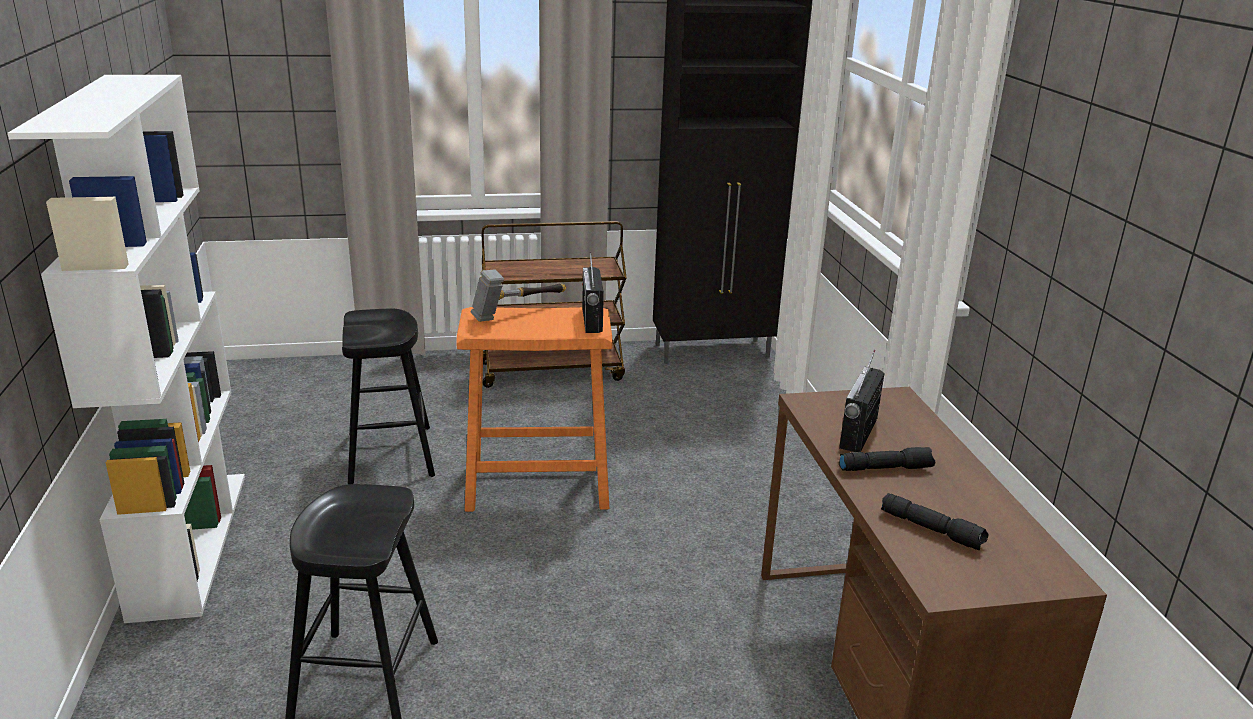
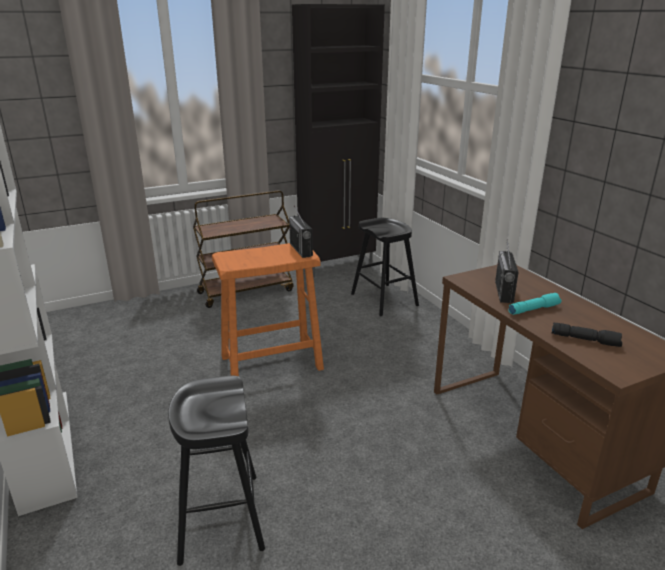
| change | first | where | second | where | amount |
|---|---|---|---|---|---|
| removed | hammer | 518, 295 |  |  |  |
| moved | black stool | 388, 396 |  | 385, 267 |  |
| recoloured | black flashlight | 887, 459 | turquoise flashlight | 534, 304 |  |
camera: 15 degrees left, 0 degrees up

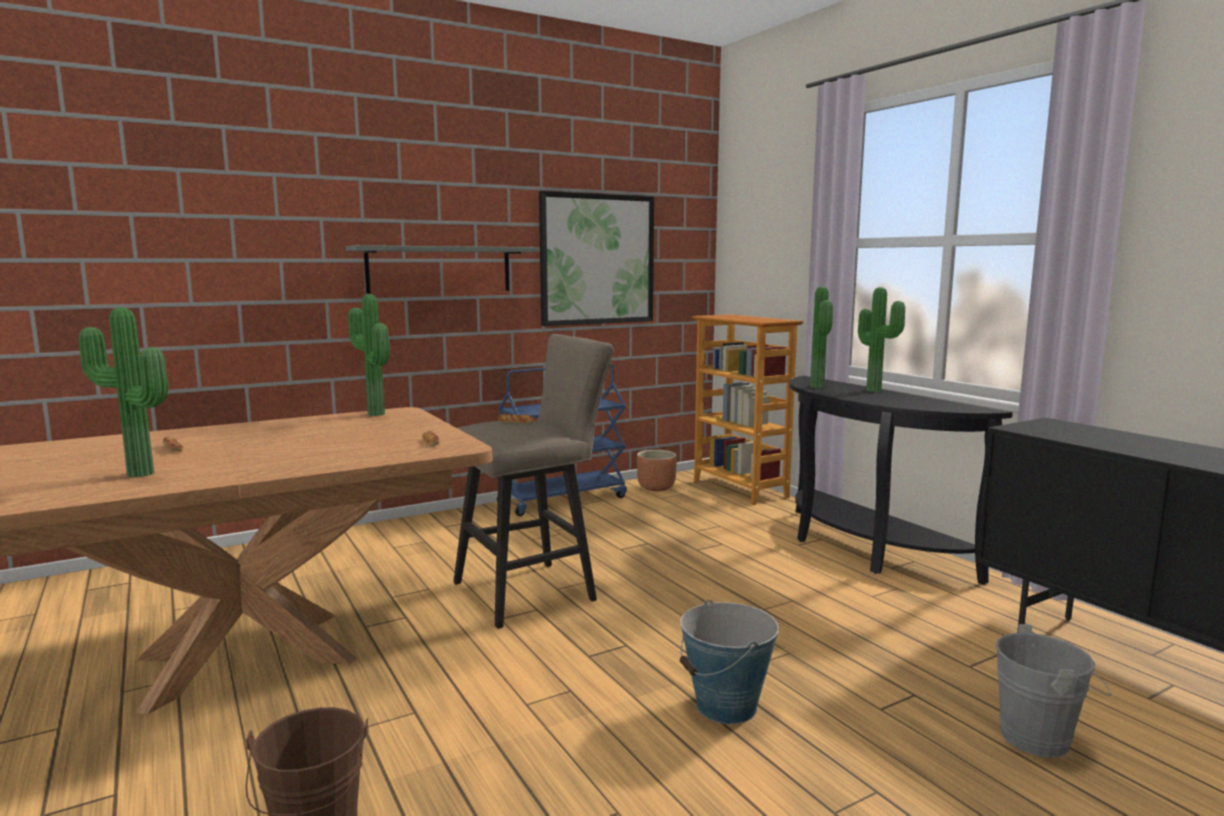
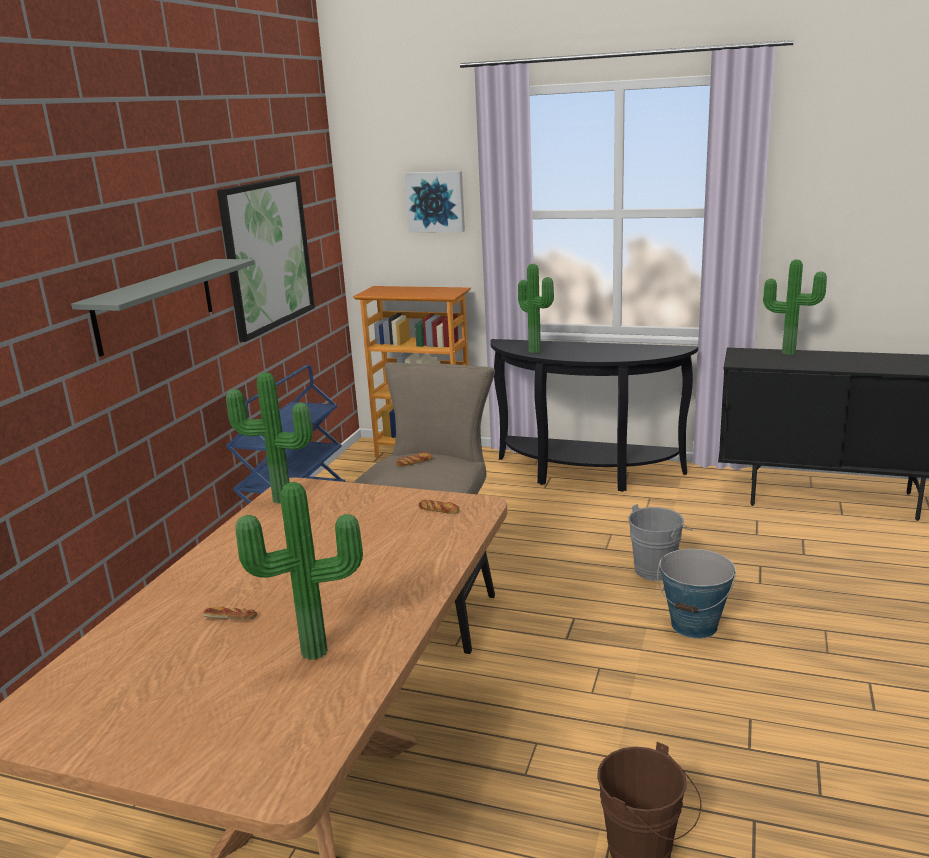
| change | first | where | second | where | amount |
|---|---|---|---|---|---|
| moved | potted plant | 881, 339 |  | 795, 307 |  |
| removed | brown planter | 657, 470 |  |  |  |
| moved | grey bucket | 1053, 691 |  | 660, 542 |  |
| added |  |  | picture | 434, 202 |  |
camera: 40 degrees left, 10 degrees up

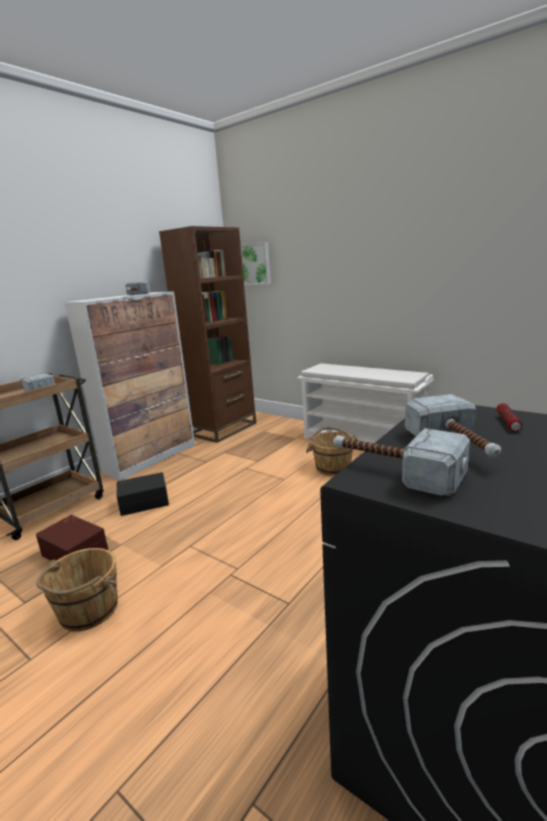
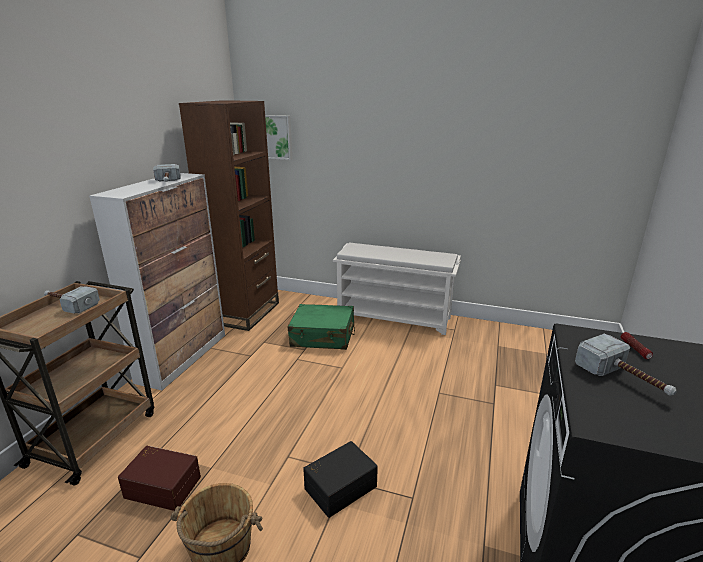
| change | first | where | second | where | amount |
|---|---|---|---|---|---|
| removed | brown bucket | 332, 451 |  |  |  |
| removed | hammer | 401, 462 |  |  |  |
| moved | black storage box | 143, 494 |  | 340, 479 |  |
| added |  |  | green suitcase | 321, 327 |  |
camera: 20 degrees left, 5 degrees up

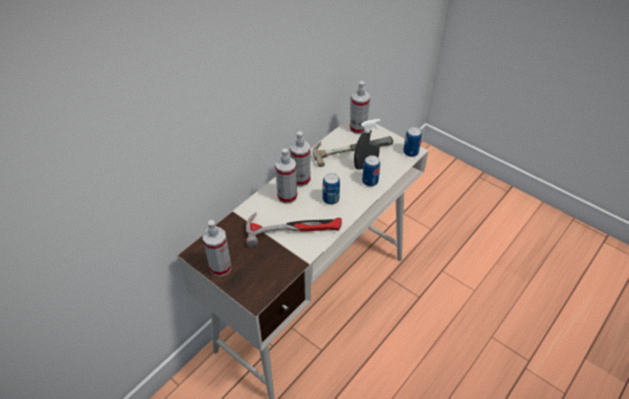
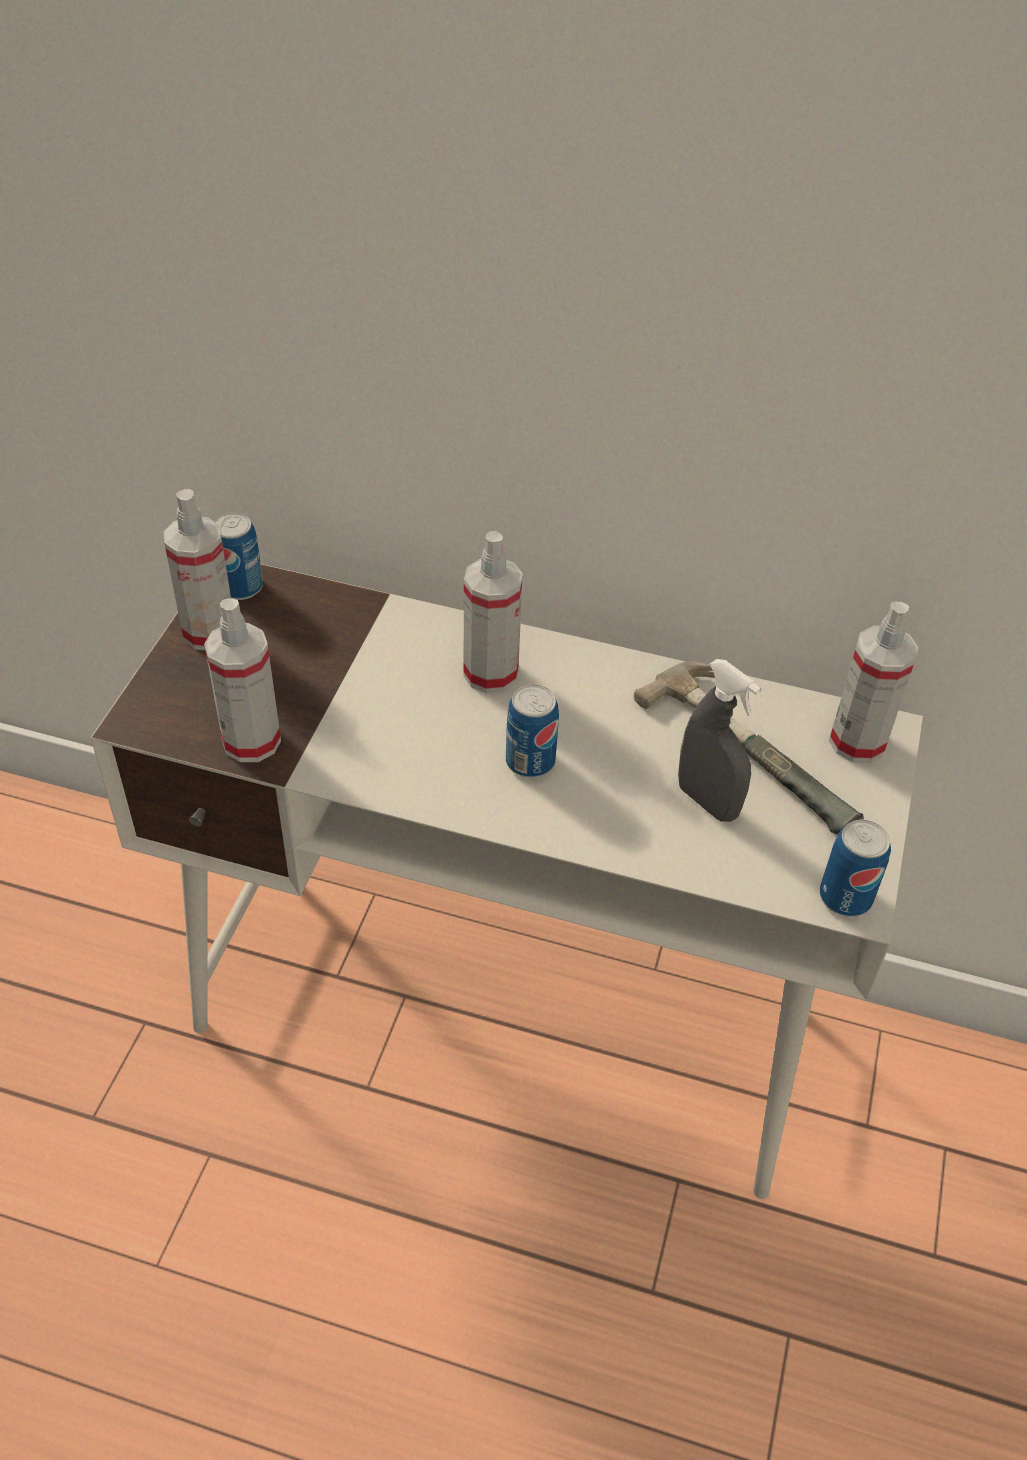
| change | first | where | second | where | amount |
|---|---|---|---|---|---|
| moved | spray bottle | 300, 158 |  | 242, 680 |  |
| moved | can | 371, 170 |  | 238, 556 |  |
| removed | hammer | 294, 229 |  |  |  |
camera: 65 degrees right, 0 degrees up

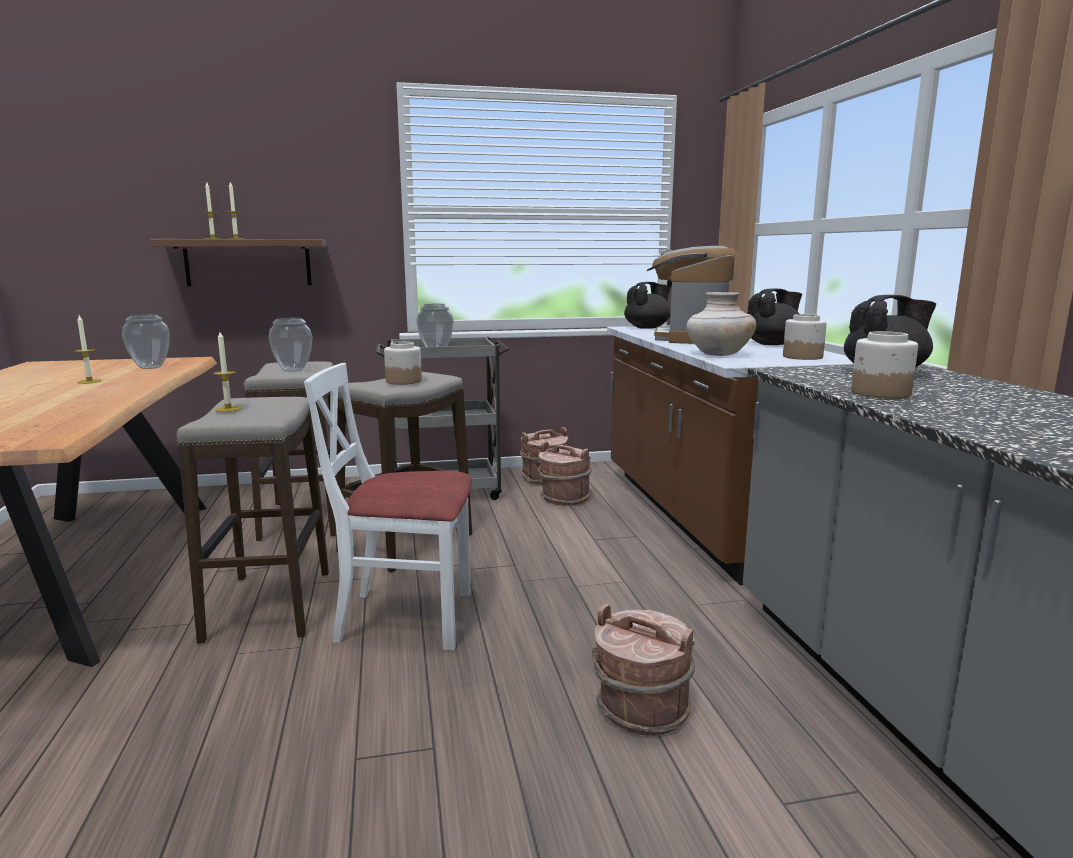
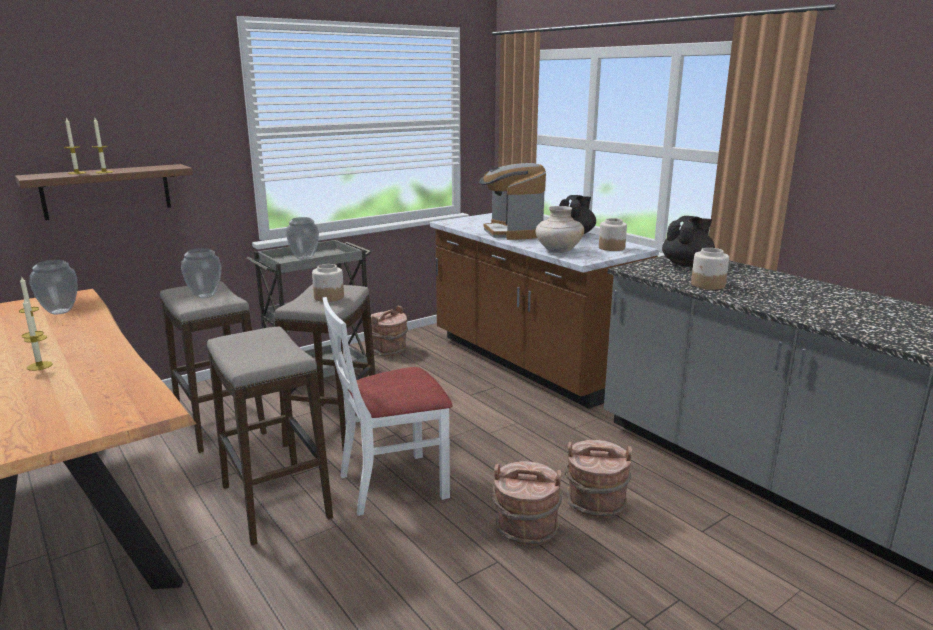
| change | first | where | second | where | amount |
|---|---|---|---|---|---|
| removed | black teapot | 647, 305 |  |  |  |
| moved | candle | 227, 372 |  | 37, 334 |  |
| moved | brown bucket | 565, 473 |  | 526, 503 |  |
camera: 25 degrees left, 5 degrees up

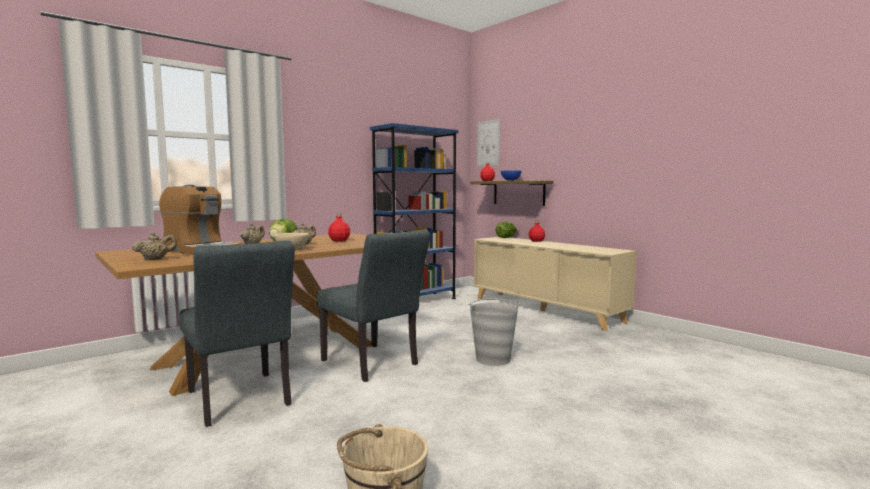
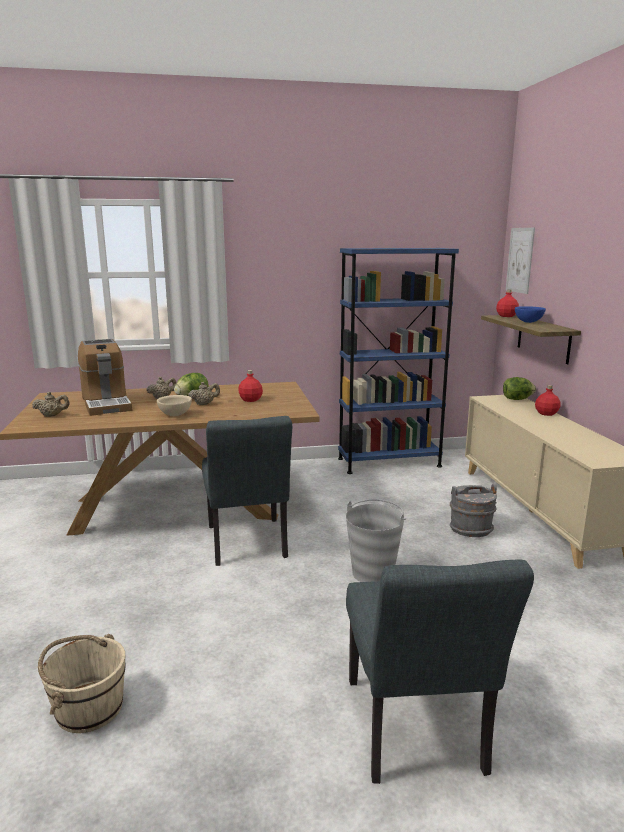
| change | first | where | second | where | amount |
|---|---|---|---|---|---|
| moved | grey chair | 237, 333 |  | 440, 671 |  |
| added |  |  | grey bucket | 473, 510 |  |
camera: 30 degrees right, 10 degrees up

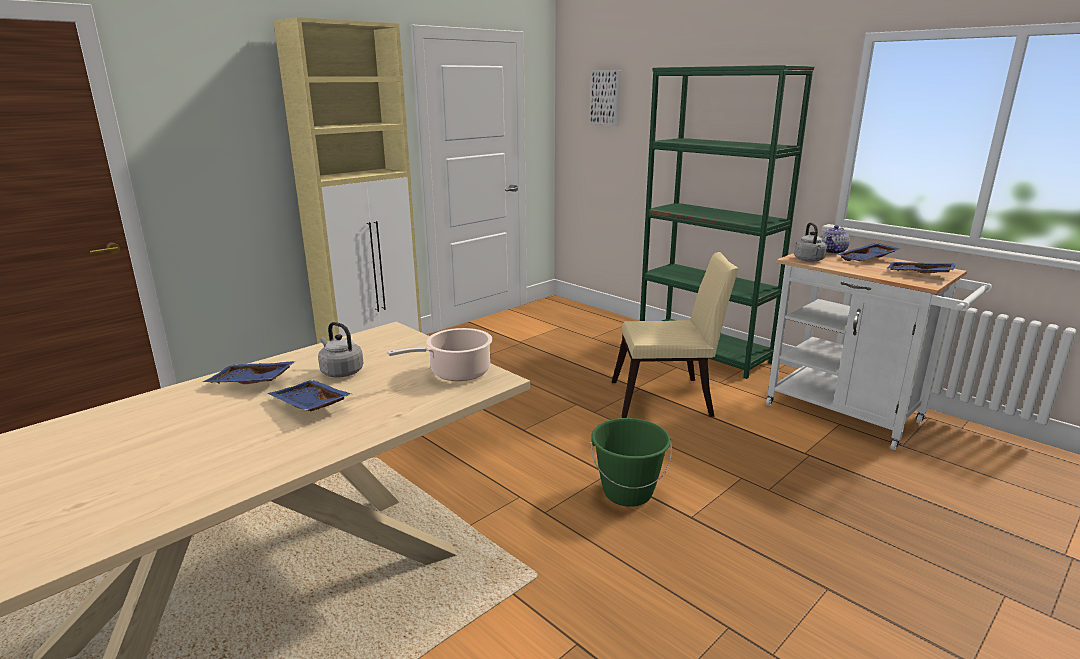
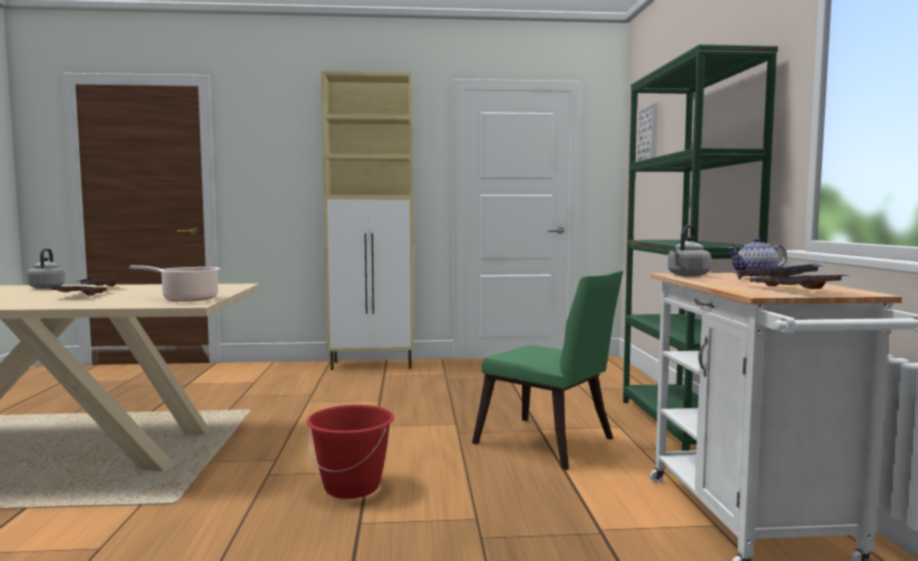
| change | first | where | second | where | amount |
|---|---|---|---|---|---|
| recoloured | beige chair | 675, 335 | green chair | 547, 370 |  |
| moved | grey kettle | 340, 350 |  | 46, 268 |  |
| recoloured | green bucket | 631, 462 | red bucket | 350, 452 |  |
camera: 40 degrees right, 15 degrees down

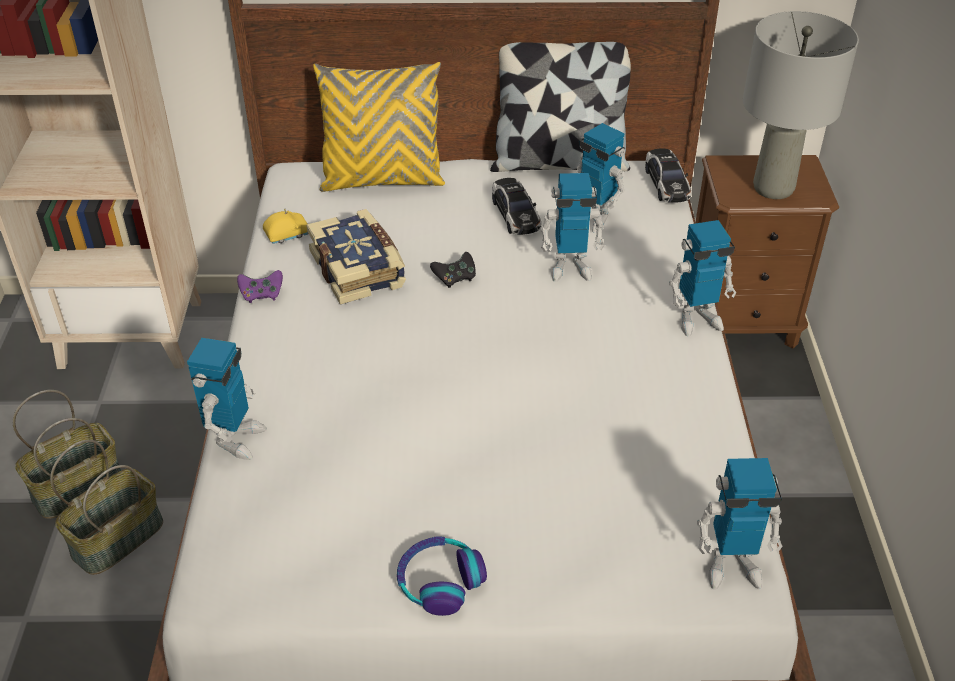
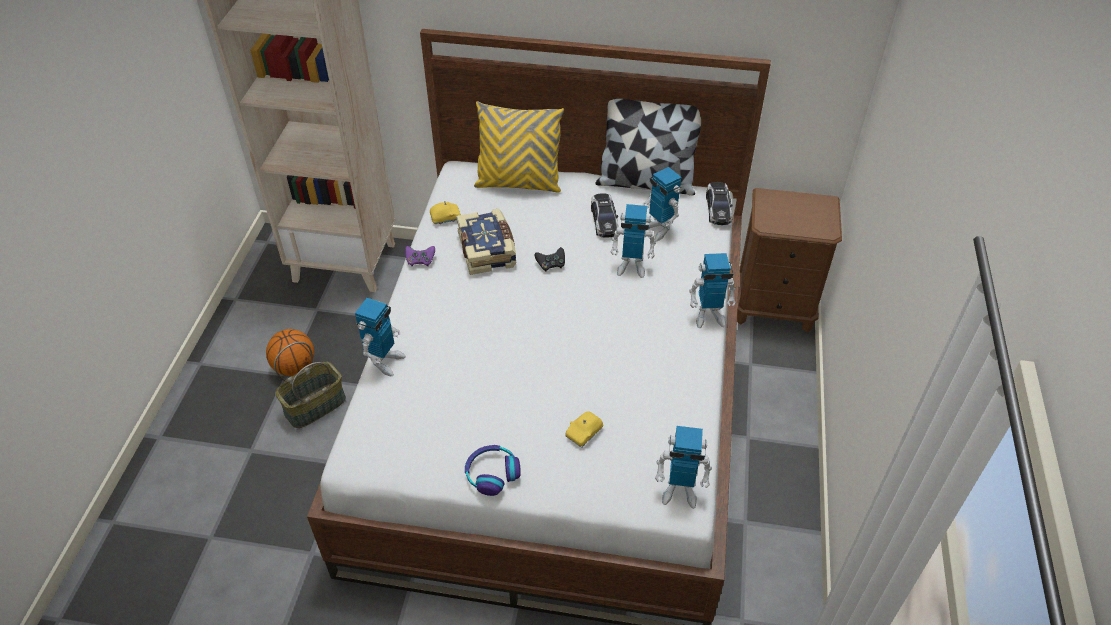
| change | first | where | second | where | amount |
|---|---|---|---|---|---|
| removed | grey table lamp | 801, 105 |  |  |  |
| replaced | basket | 67, 454 | basketball | 290, 352 |  |
| added |  |  | yellow toy car | 584, 429 |  |
camera: 10 degrees right, 5 degrees up

